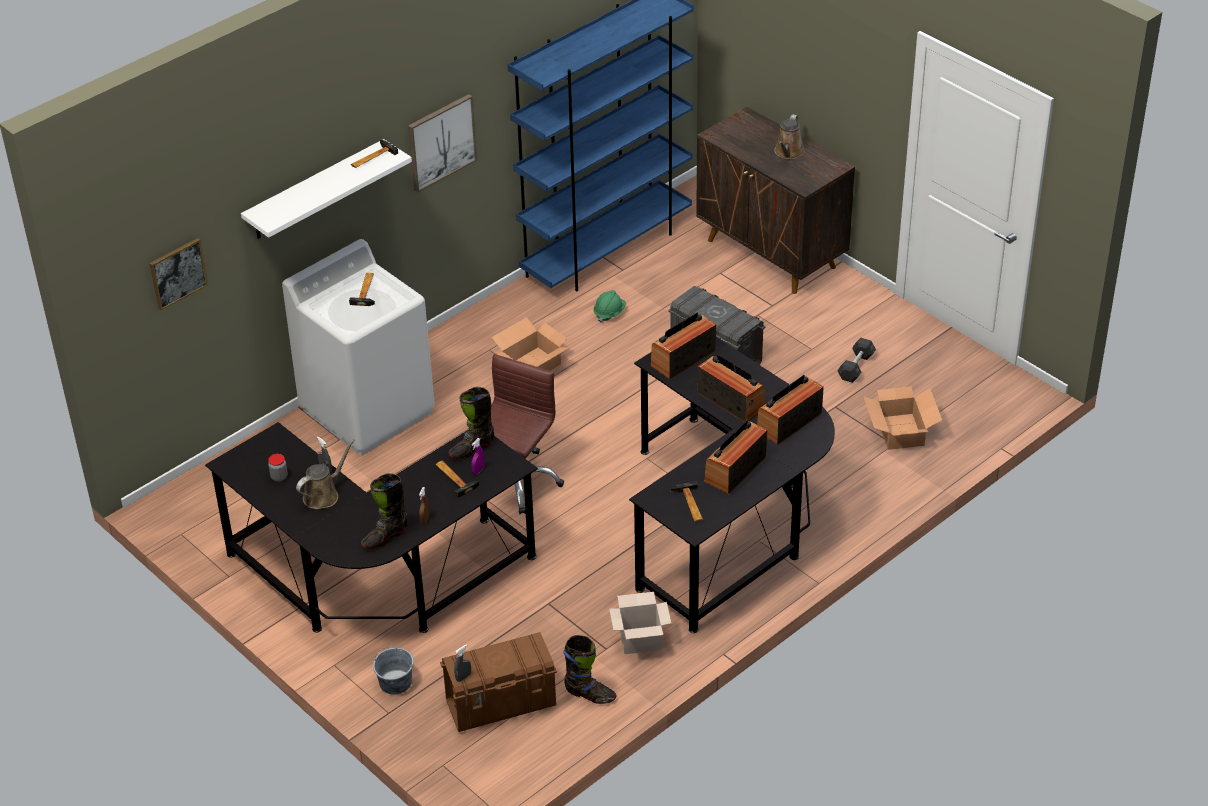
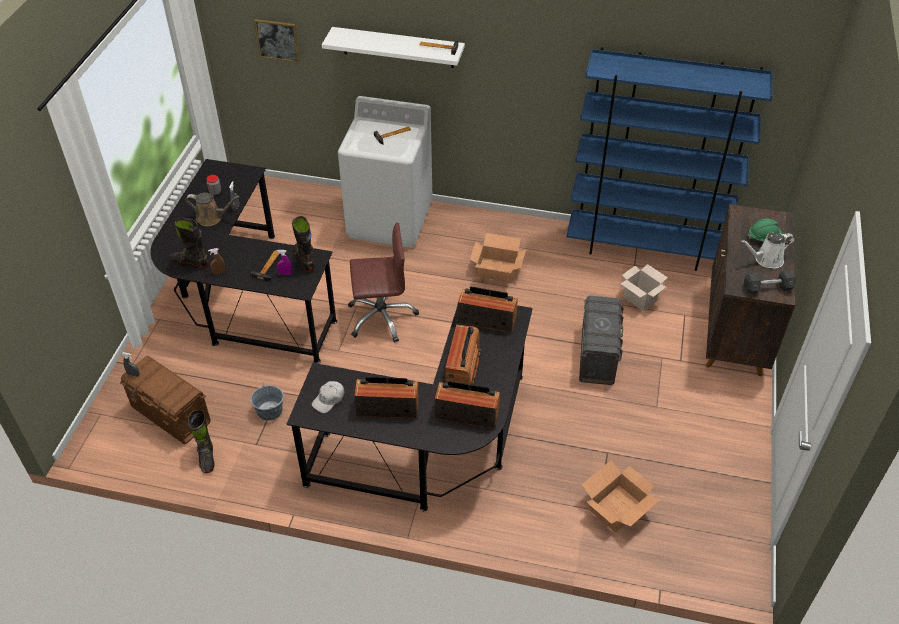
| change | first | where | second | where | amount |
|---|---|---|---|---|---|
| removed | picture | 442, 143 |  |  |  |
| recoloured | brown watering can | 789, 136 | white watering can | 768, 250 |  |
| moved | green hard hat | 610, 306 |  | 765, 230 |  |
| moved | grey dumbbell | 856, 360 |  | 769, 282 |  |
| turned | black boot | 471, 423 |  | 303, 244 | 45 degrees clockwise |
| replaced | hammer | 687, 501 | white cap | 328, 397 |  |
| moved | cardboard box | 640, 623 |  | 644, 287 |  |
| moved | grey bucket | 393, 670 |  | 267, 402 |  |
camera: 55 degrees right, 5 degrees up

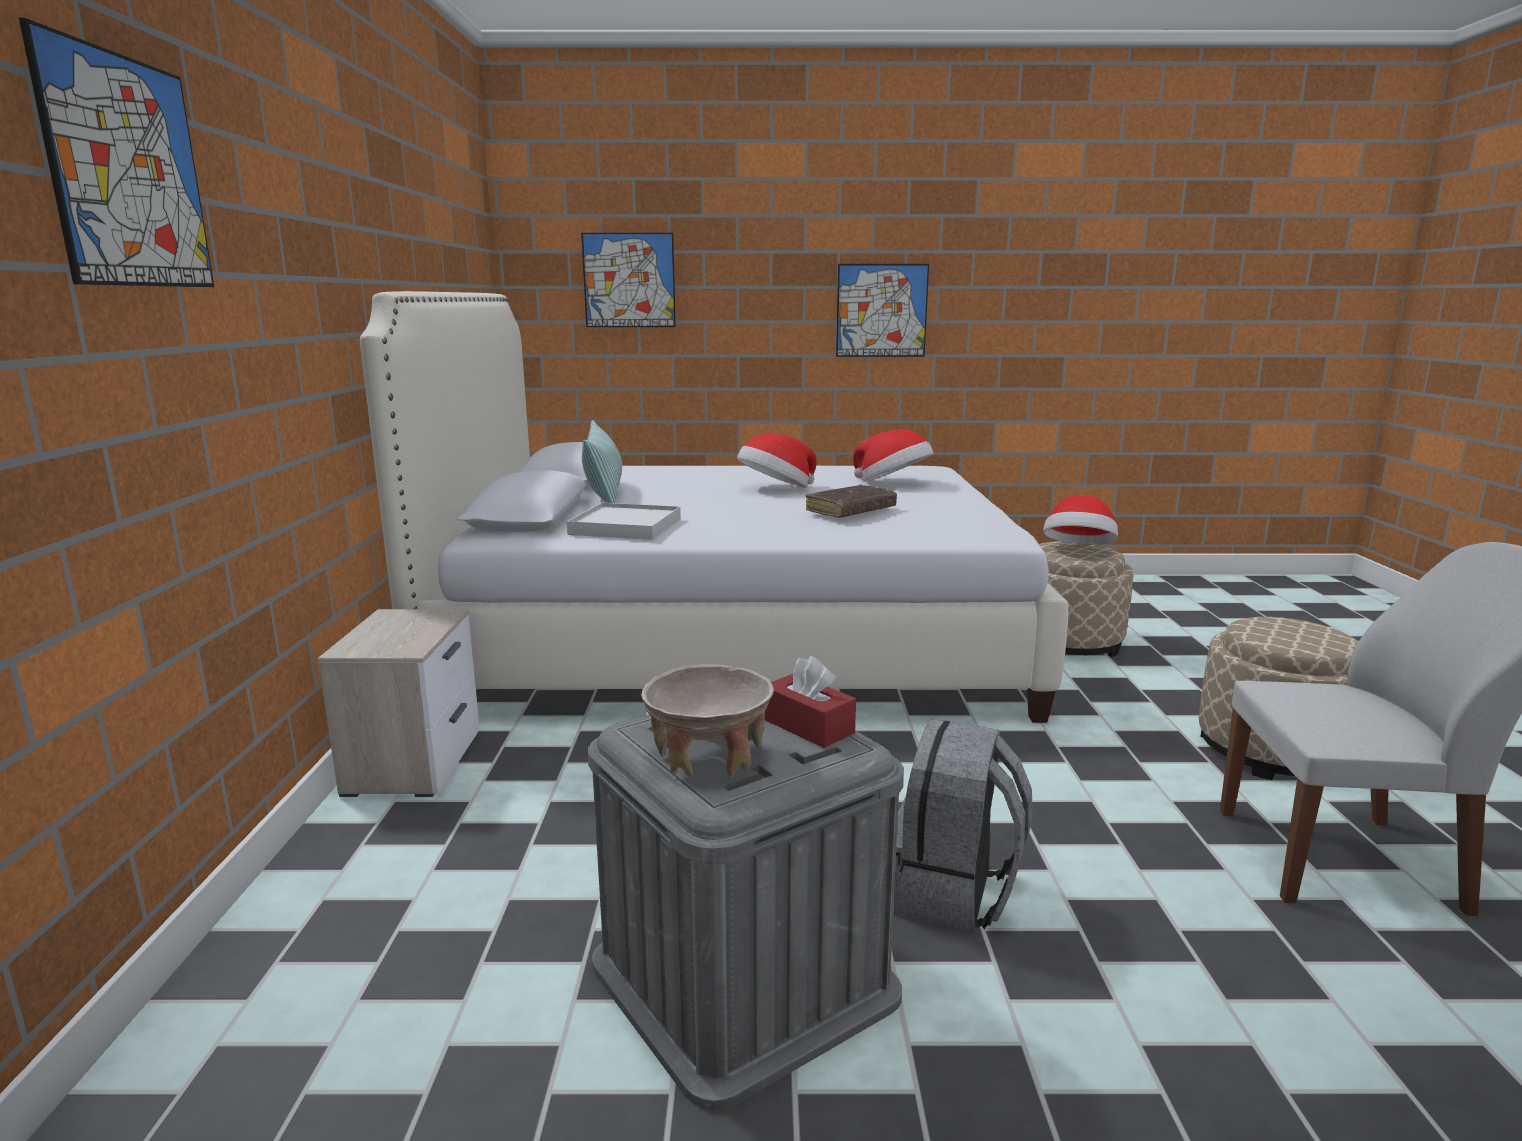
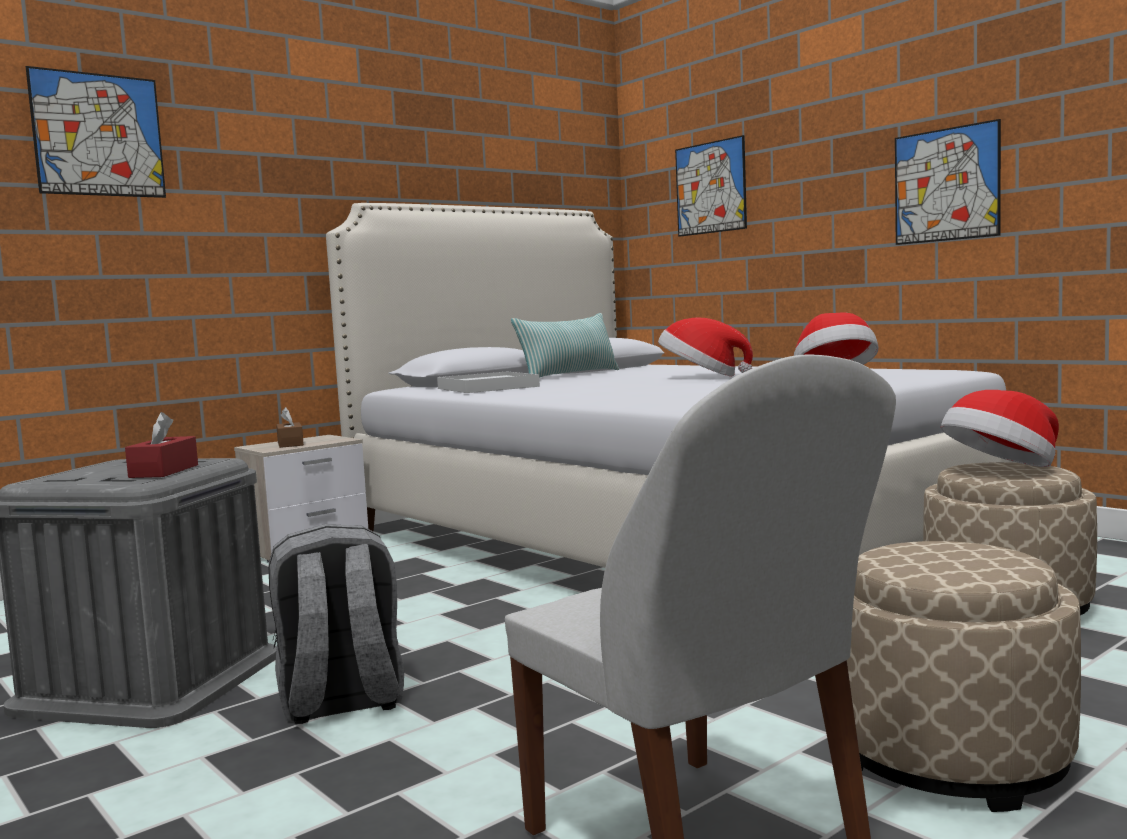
| change | first | where | second | where | amount |
|---|---|---|---|---|---|
| removed | brown book | 851, 501 |  |  |  |
| removed | beige bowl | 707, 721 |  |  |  |
| added |  |  | brown tissue box | 290, 427 |  |
camera: 50 degrees right, 10 degrees down

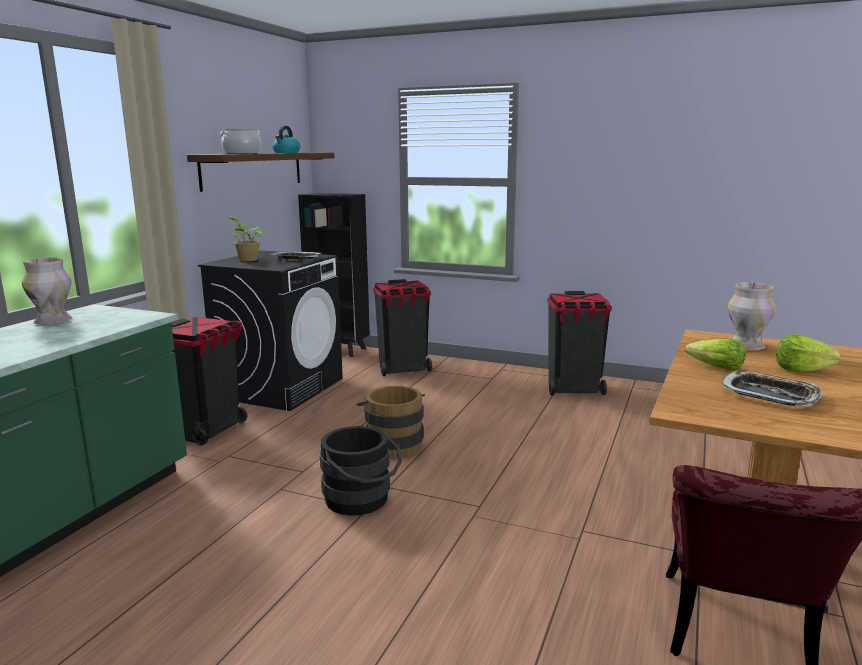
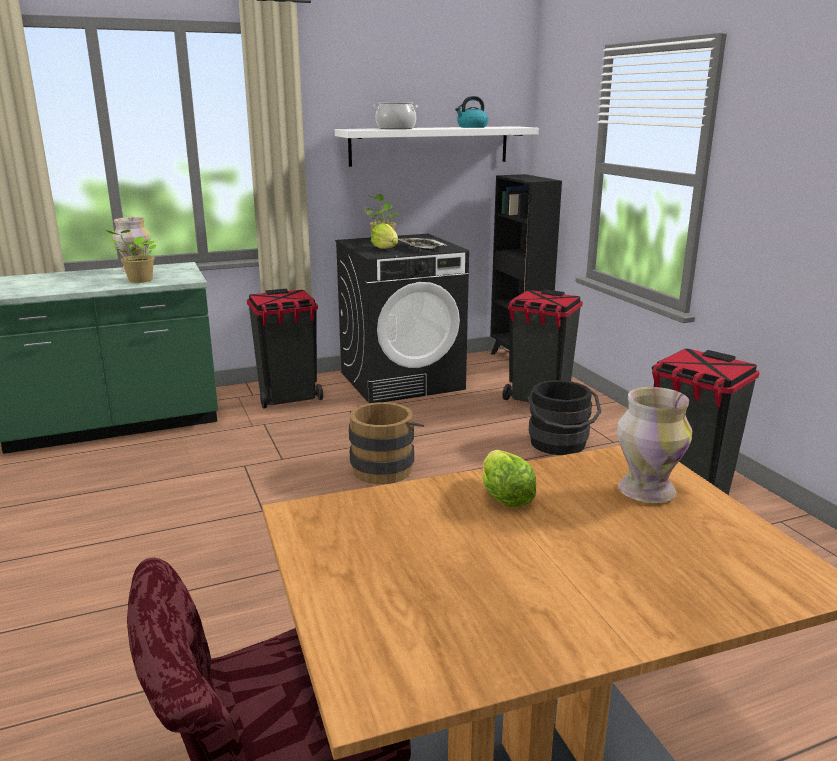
| change | first | where | second | where | amount |
|---|---|---|---|---|---|
| recoloured | brown shelf | 261, 172 | white shelf | 437, 146 |  |
| moved | lettuce | 808, 353 |  | 384, 236 |  |
| removed | tray | 772, 388 |  |  |  |
| moved | black bucket | 361, 471 |  | 564, 417 |  |
| added |  |  | potted plant | 131, 256 |  |
camera: 45 degrees right, 5 degrees up

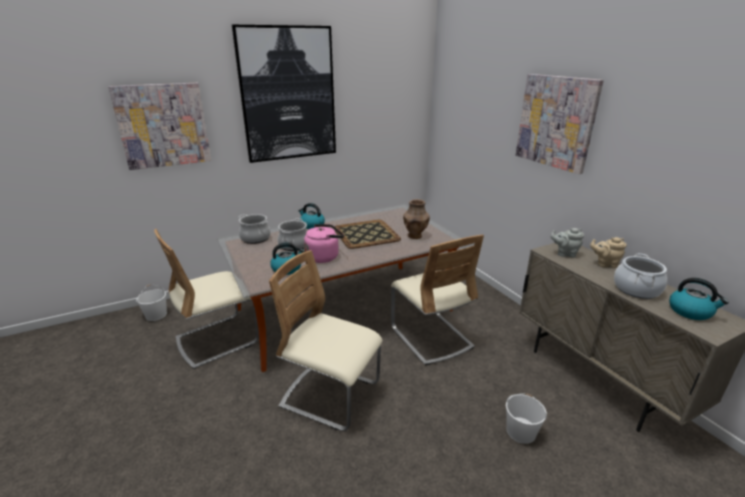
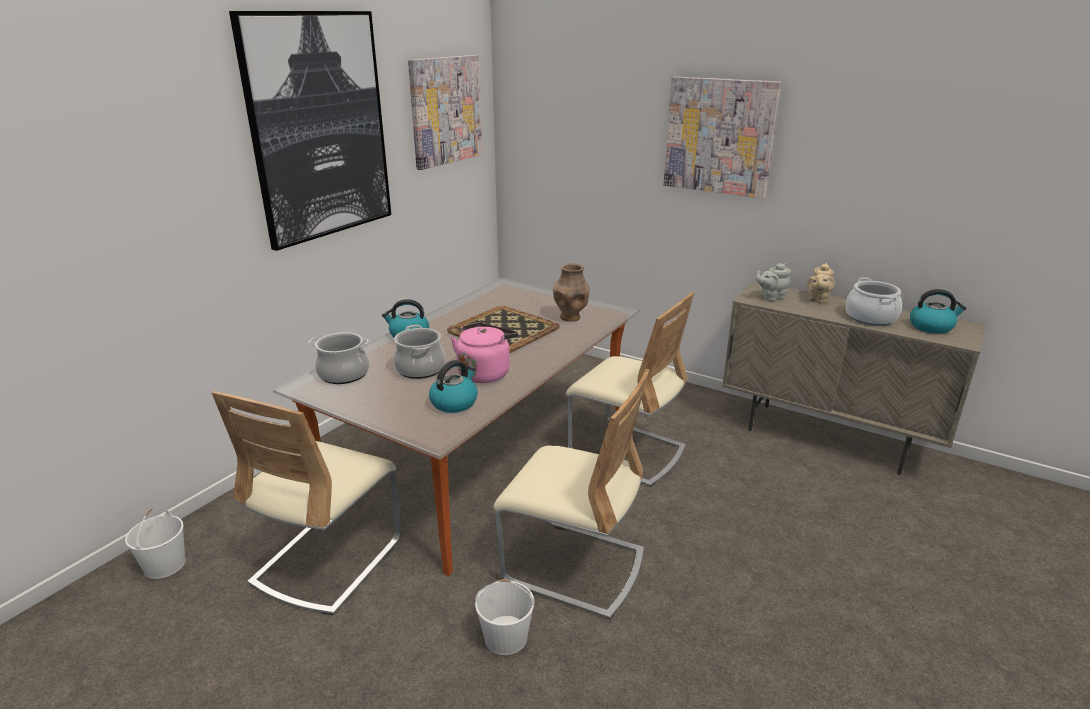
| change | first | where | second | where | amount |
|---|---|---|---|---|---|
| moved | picture | 159, 126 |  | 445, 112 |  |
| turned | beige teapot | 608, 252 |  | 821, 283 | 45 degrees counterclockwise |
| turned | beige chair | 326, 340 |  | 571, 494 | 150 degrees counterclockwise |
| moved | white bucket | 526, 418 |  | 505, 617 |  |
camera: 30 degrees left, 0 degrees up

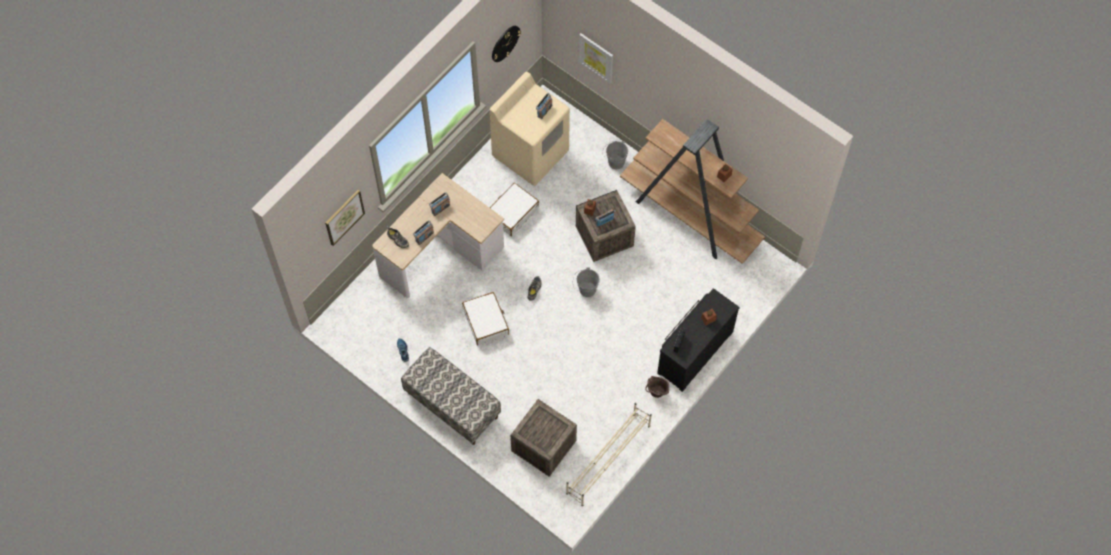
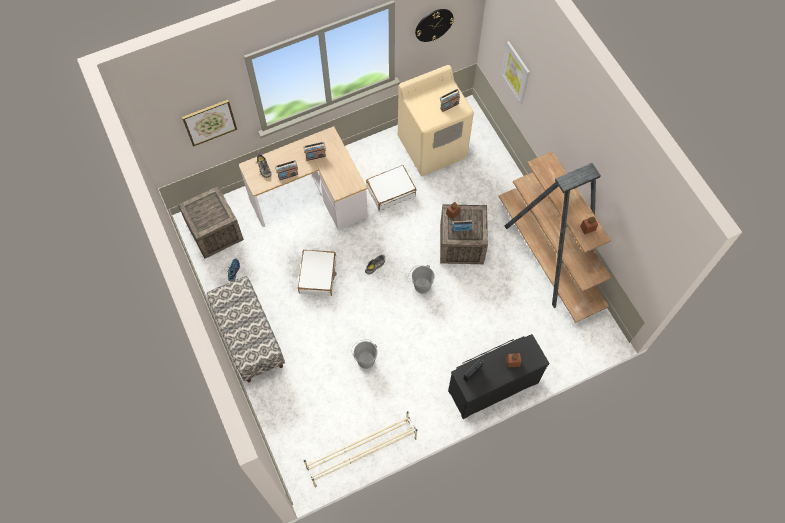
| change | first | where | second | where | amount |
|---|---|---|---|---|---|
| moved | grey bucket | 615, 155 |  | 364, 354 |  |
| removed | brown bucket | 657, 387 |  |  |  |
| moved | crate | 543, 438 |  | 211, 222 |  |
camera: 25 degrees right, 0 degrees up

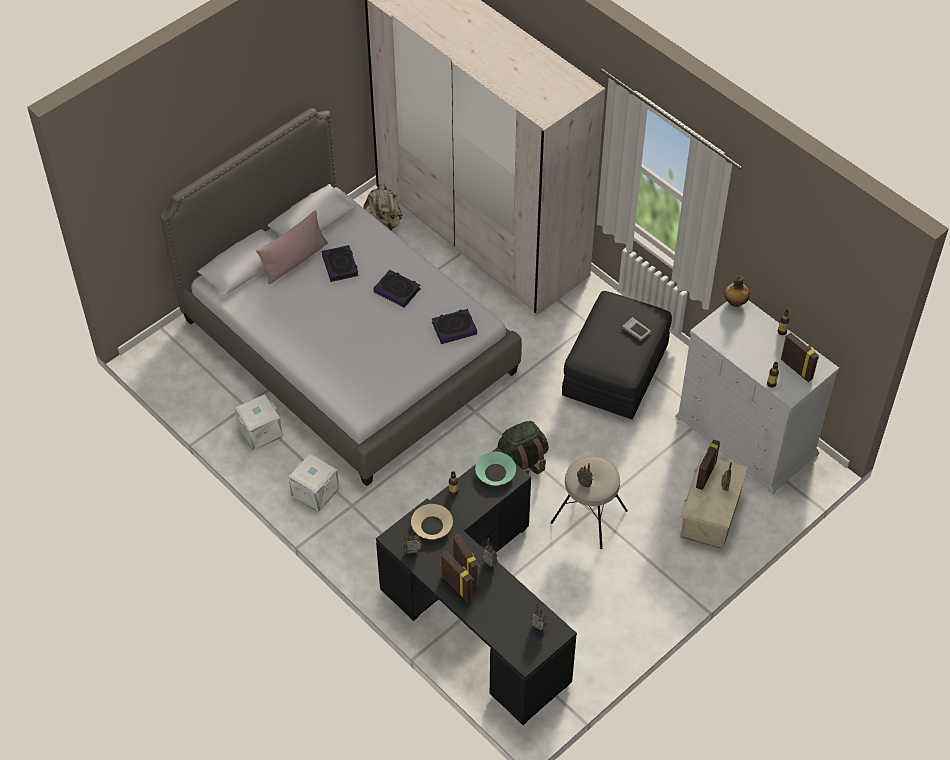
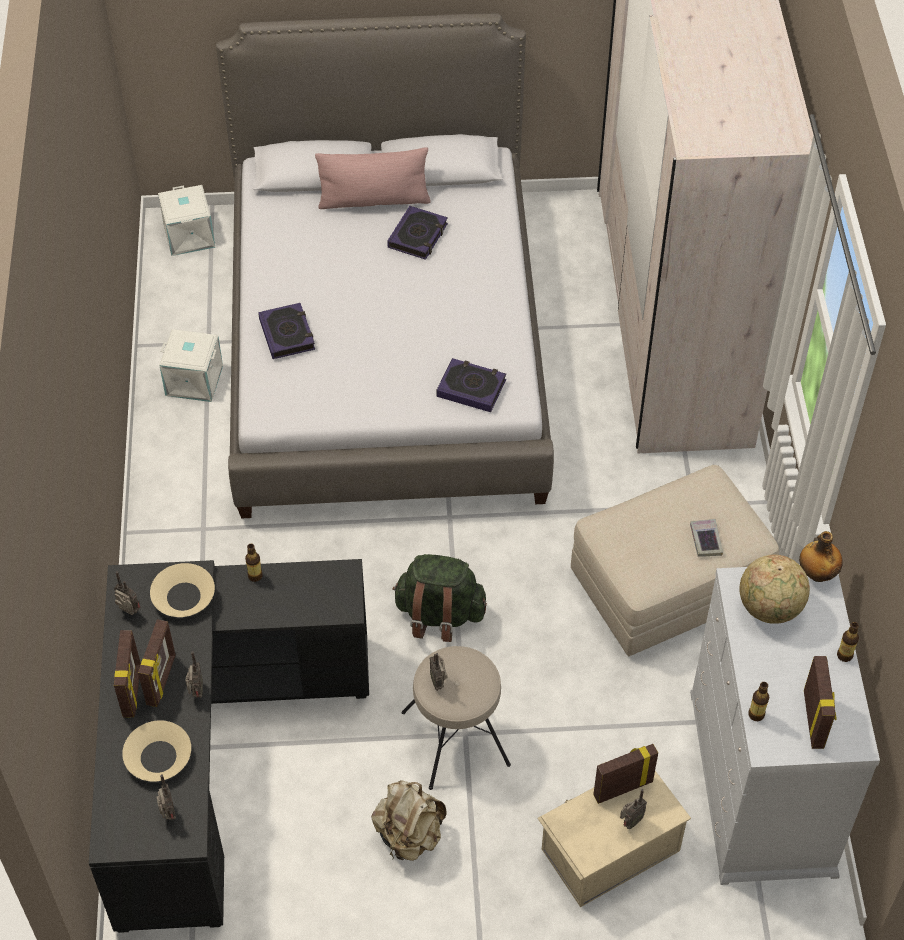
| change | first | where | second | where | amount |
|---|---|---|---|---|---|
| moved | beige backpack | 382, 207 |  | 409, 820 |  |
| moved | book | 397, 289 |  | 286, 331 |  |
| recoloured | black ottoman | 617, 355 | beige ottoman | 675, 561 |  |
| removed | turquoise bowl | 495, 468 |  |  |  |
| moved | white storage box | 314, 483 |  | 186, 220 |  |
| added |  |  | globe | 775, 589 |  |
| added |  |  | beige bowl | 156, 751 |  |
camera: 40 degrees right, 0 degrees up

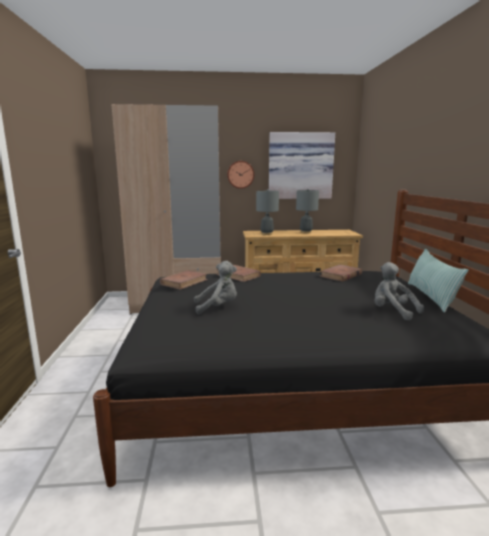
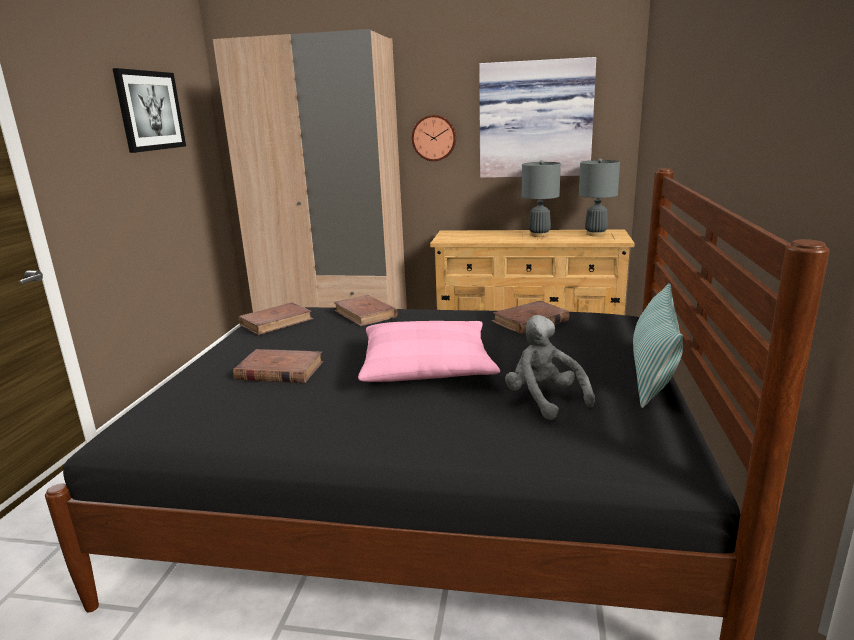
| change | first | where | second | where | amount |
|---|---|---|---|---|---|
| moved | grey table lamp | 267, 212 |  | 599, 197 |  |
| replaced | grey plush toy | 215, 288 | brown book | 278, 366 |  |
| added |  |  | picture | 149, 110 |  |
| added |  |  | pink pillow | 429, 351 |  |
camera: 15 degrees right, 5 degrees up

